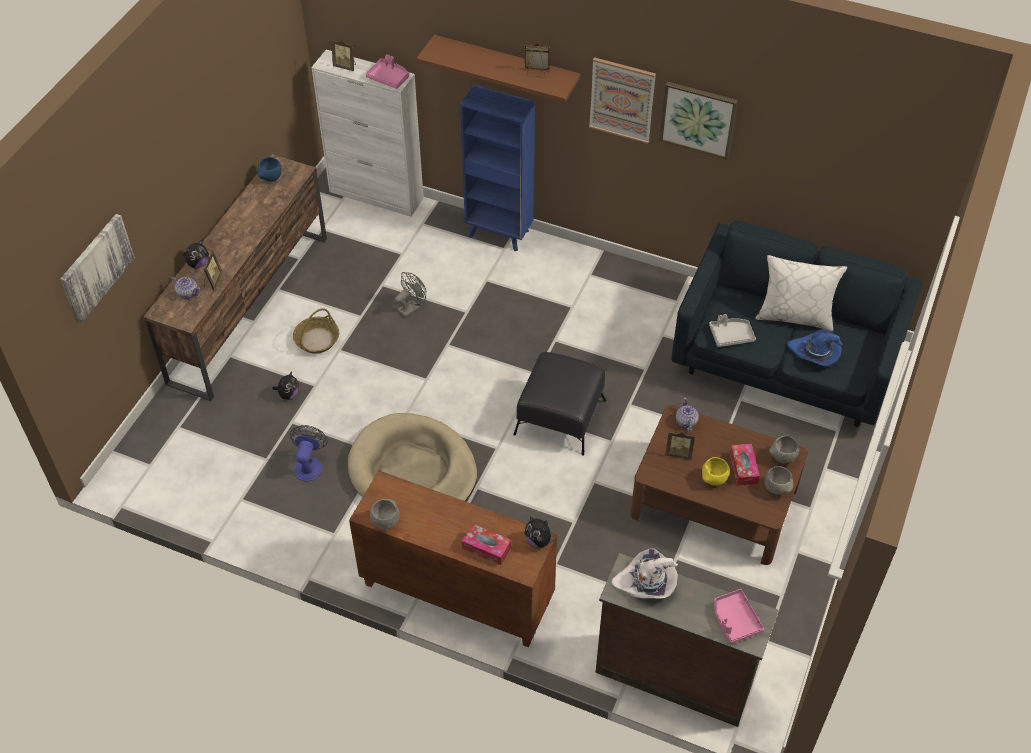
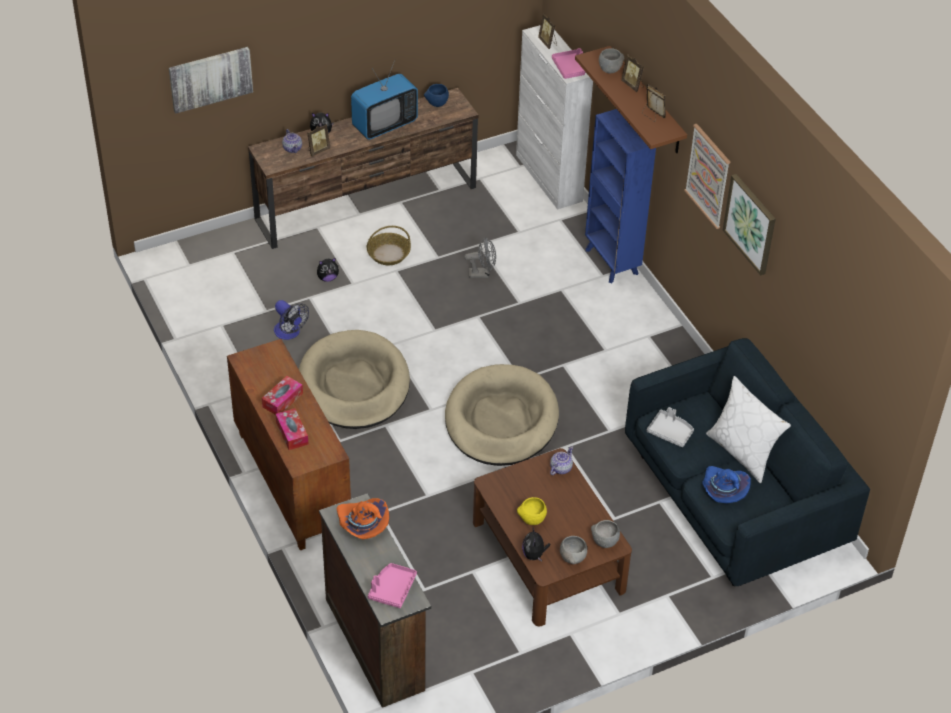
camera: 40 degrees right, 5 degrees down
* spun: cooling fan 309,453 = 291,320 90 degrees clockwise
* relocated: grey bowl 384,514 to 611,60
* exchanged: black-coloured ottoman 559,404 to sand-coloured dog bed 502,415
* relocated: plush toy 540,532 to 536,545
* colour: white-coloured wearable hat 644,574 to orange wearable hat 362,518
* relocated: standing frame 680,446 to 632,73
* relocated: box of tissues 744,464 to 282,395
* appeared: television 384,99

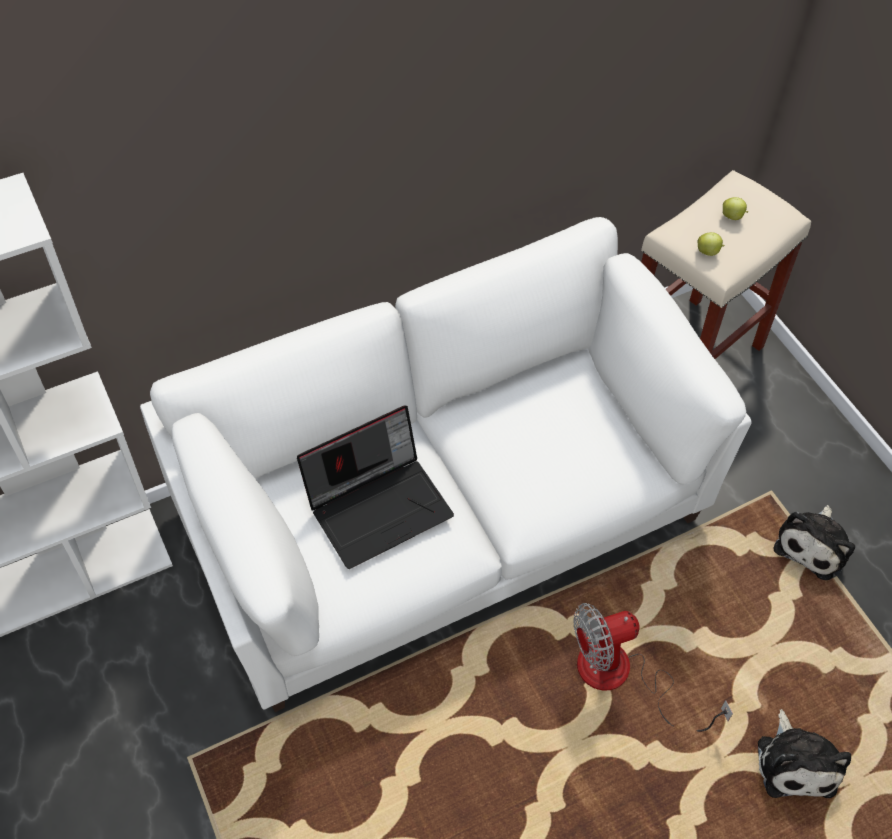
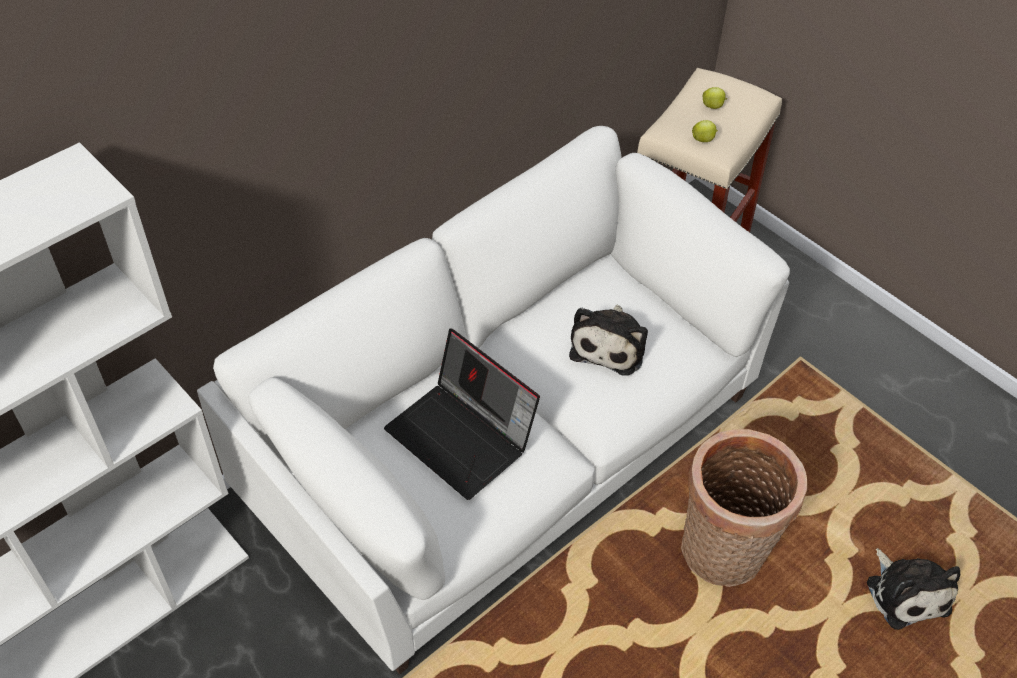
camera: 15 degrees left, 5 degrees down
* spun: notebook computer 375,487 = 462,414 90 degrees clockwise
* exchanged: cooling fan 653,667 to basket 744,508
* relocated: plush toy 814,542 to 608,340

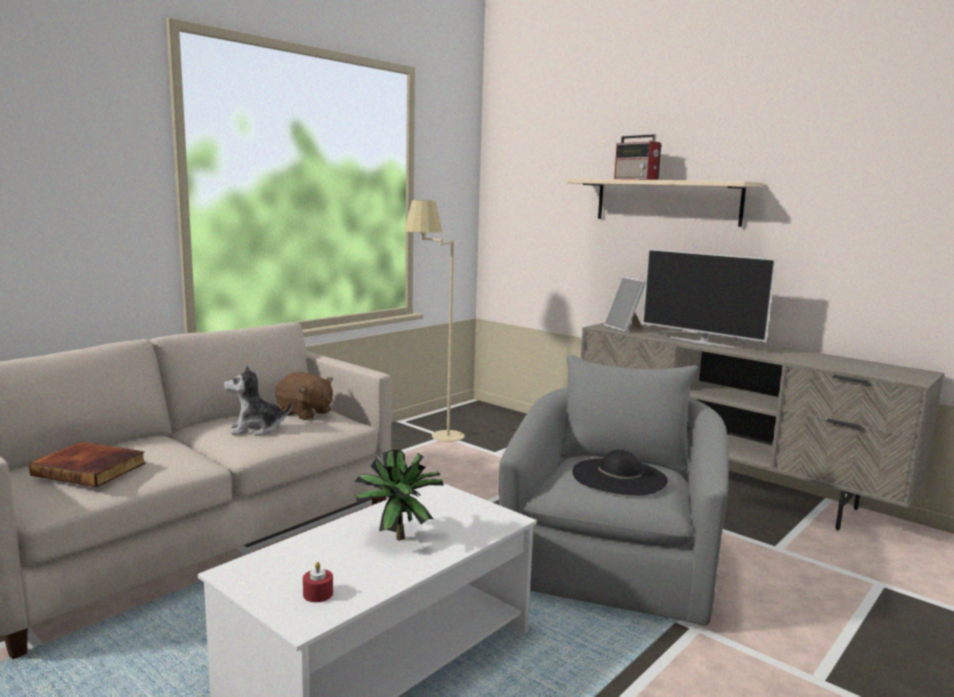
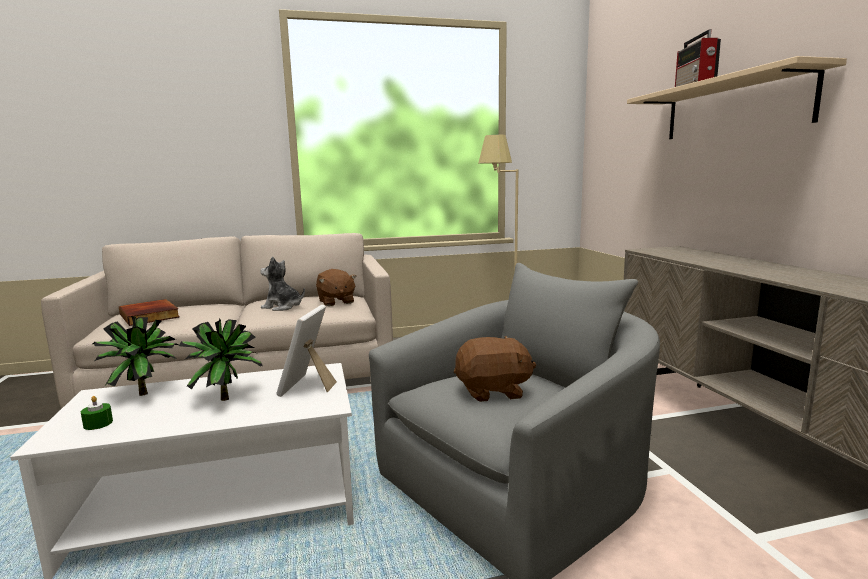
camera: 35 degrees right, 0 degrees up
* colour: red wax light 318,582 to green-coloured wax light 97,413
* exchanged: black-coloured wearable hat 620,472 to brownish plush toy 495,369
* relocated: standing frame 624,305 to 307,351
* missing: television 709,298
* appeared: plant in a pot 136,356

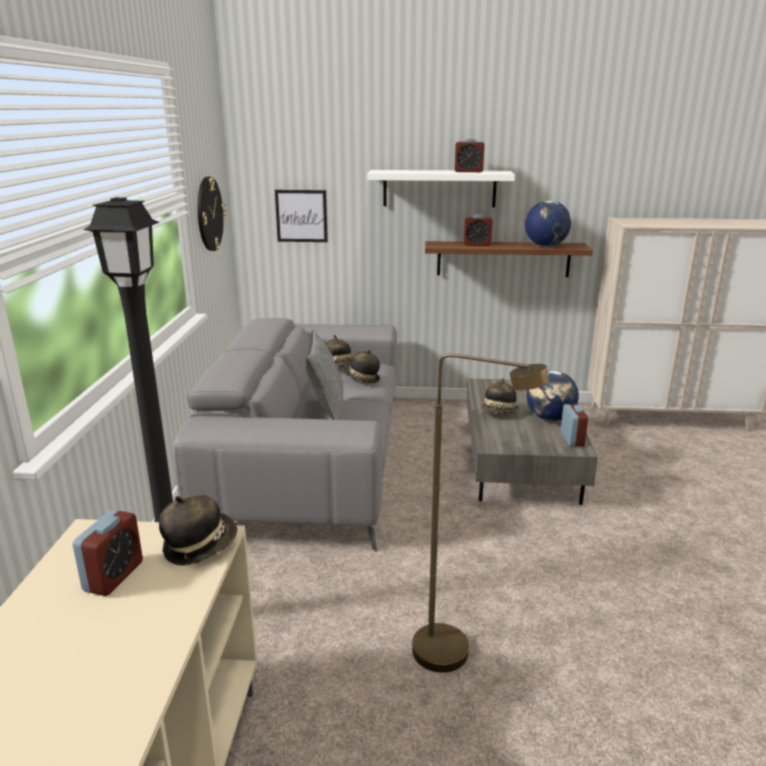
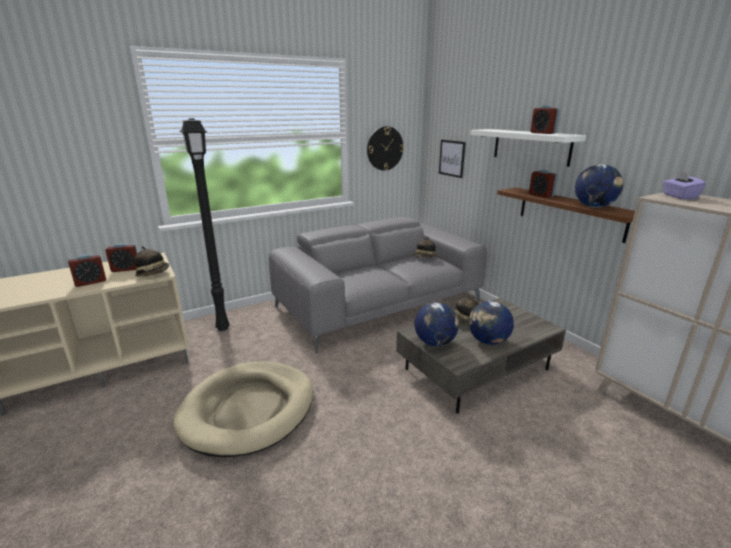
camera: 55 degrees right, 0 degrees up
* missing: grey throw pillow 324,374
* missing: wearable hat 361,366
* exchanged: brownish standard lamp 481,513 to sand-coloured dog bed 243,409
* relocated: table clock 574,425 to 87,270
* appeared: world globe 437,324
* appeared: purplish box of tissues 684,184

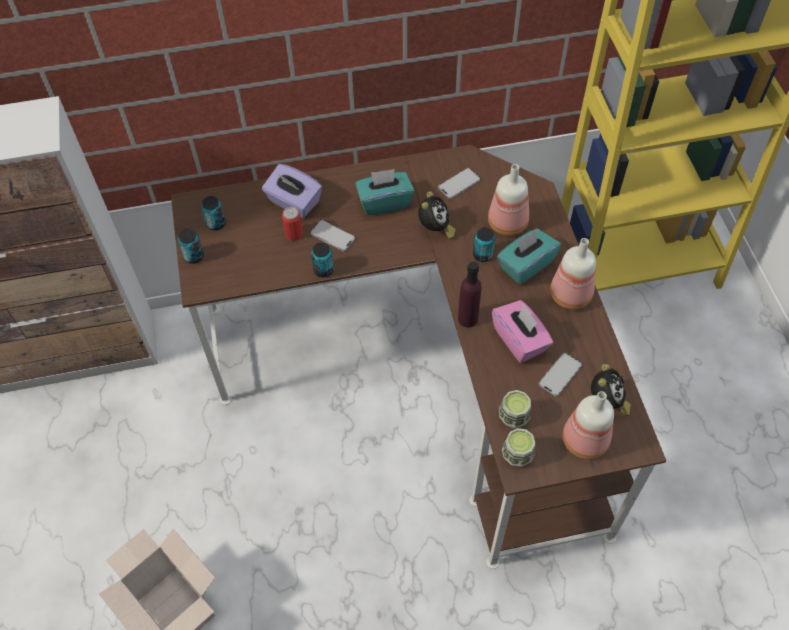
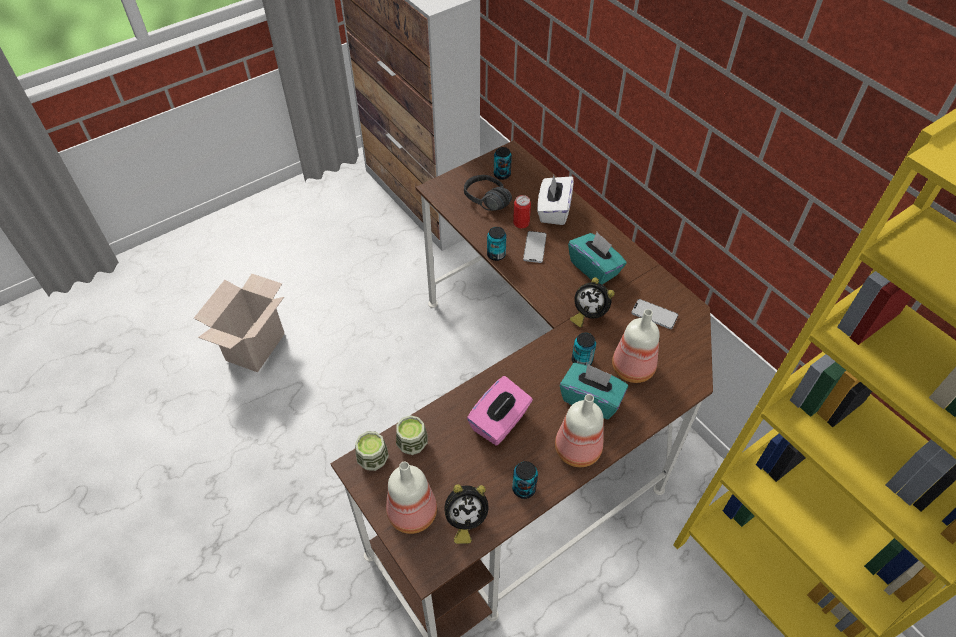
camera: 65 degrees right, 5 degrees down
* relocated: sealed can 191,246 to 525,480
* colour: purplish box of tissues 292,191 to white-coloured box of tissues 555,200
* spun: table clock 437,215 = 592,302 45 degrees clockwise
* missing: purplish beverage bottle 469,294
* missing: handset 560,374
* appeared: black-coloured headphones 488,193

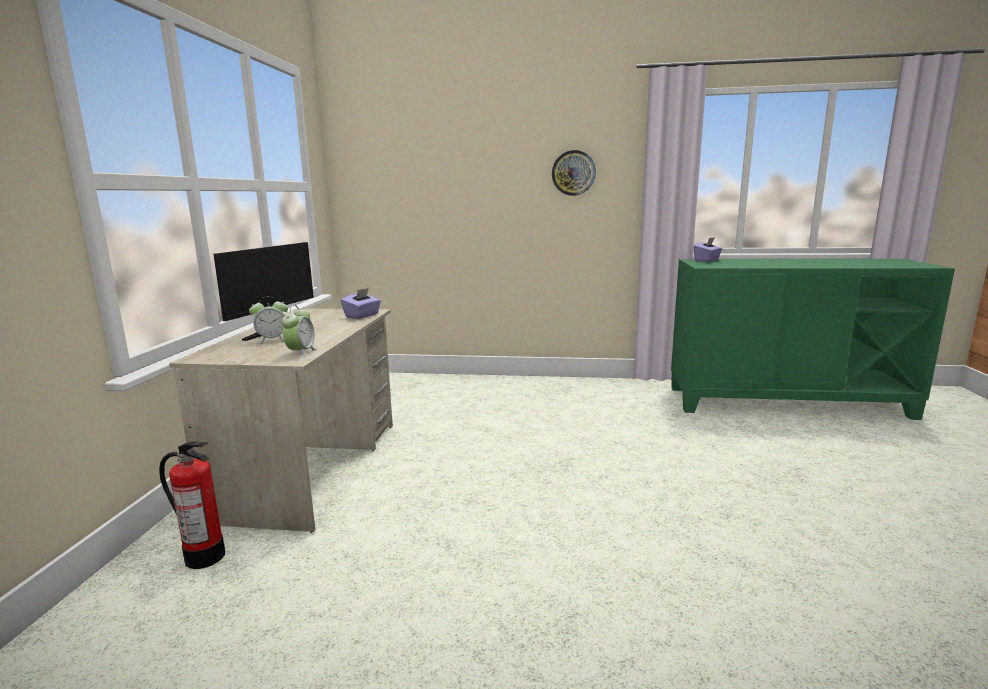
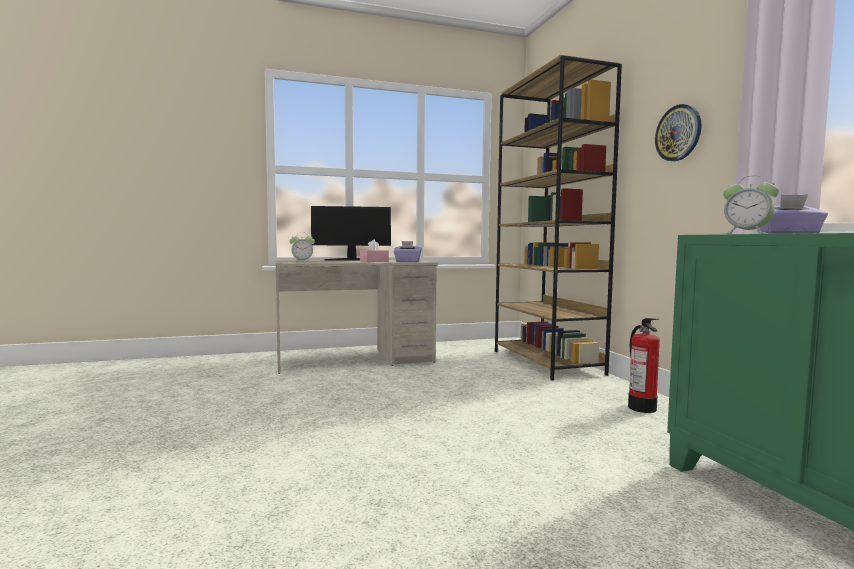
camera: 65 degrees right, 10 degrees down
* relocated: fire-fighting cylinder 192,505 to 644,365
* relocated: table clock 268,320 to 750,205
* appeared: pinkish box of tissues 374,251
* appeared: brownish bookcase 558,218

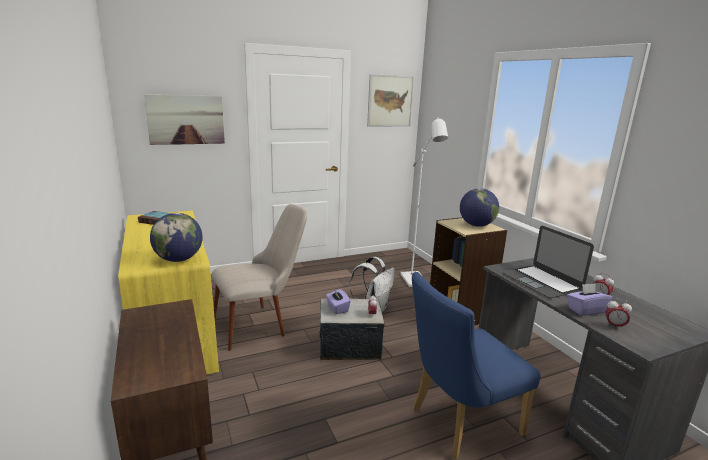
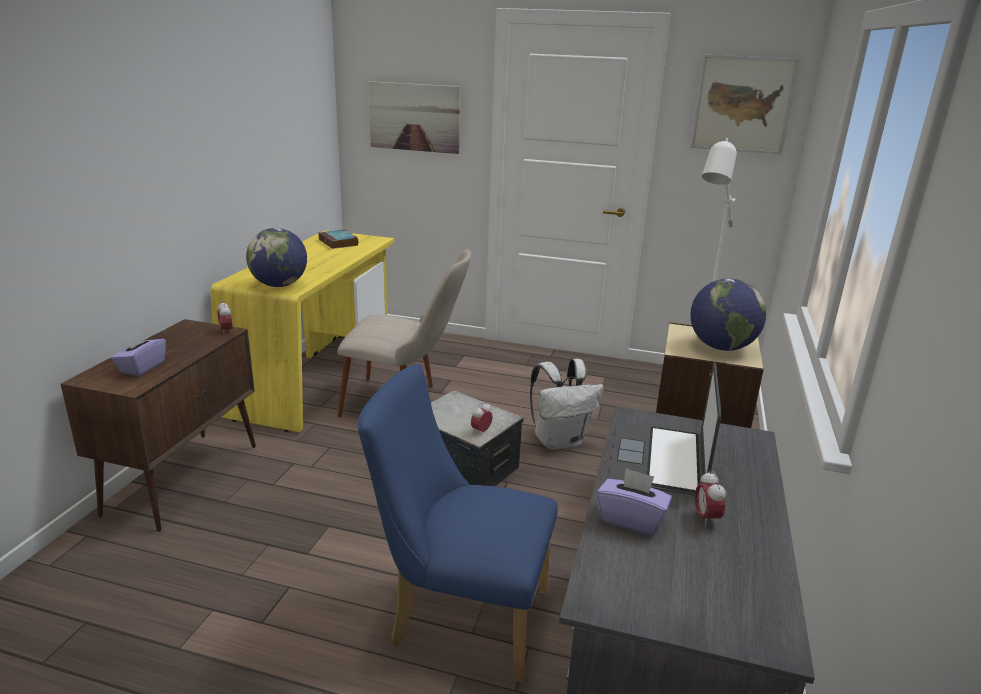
camera: 40 degrees right, 5 degrees up
* relocated: purplish box of tissues 338,301 to 138,353
* relocated: table clock 618,314 to 225,317

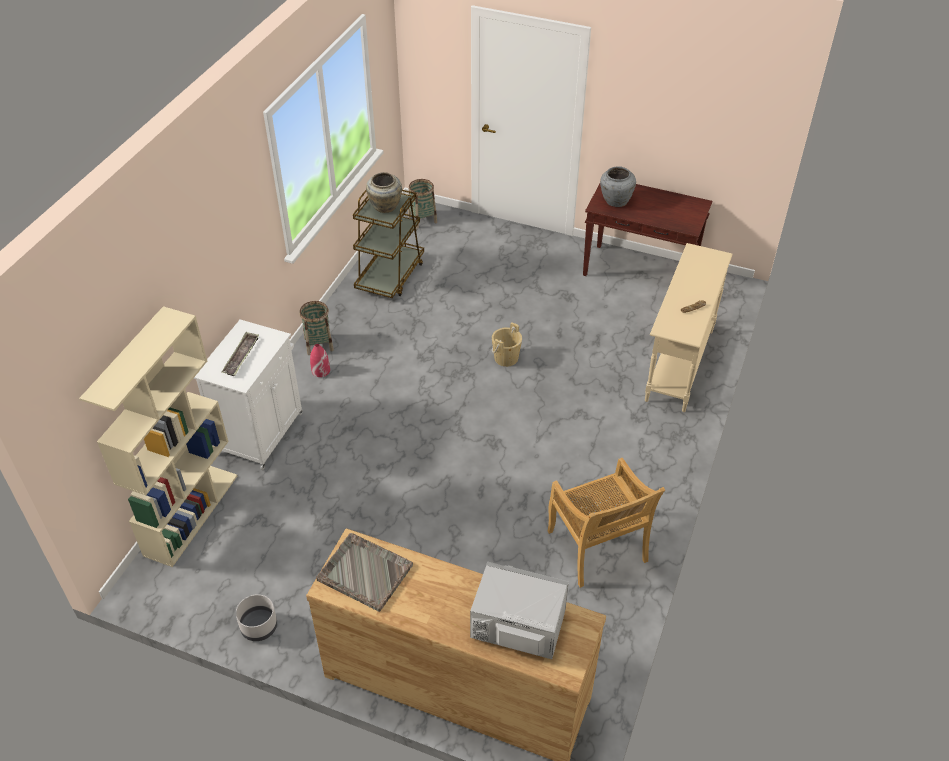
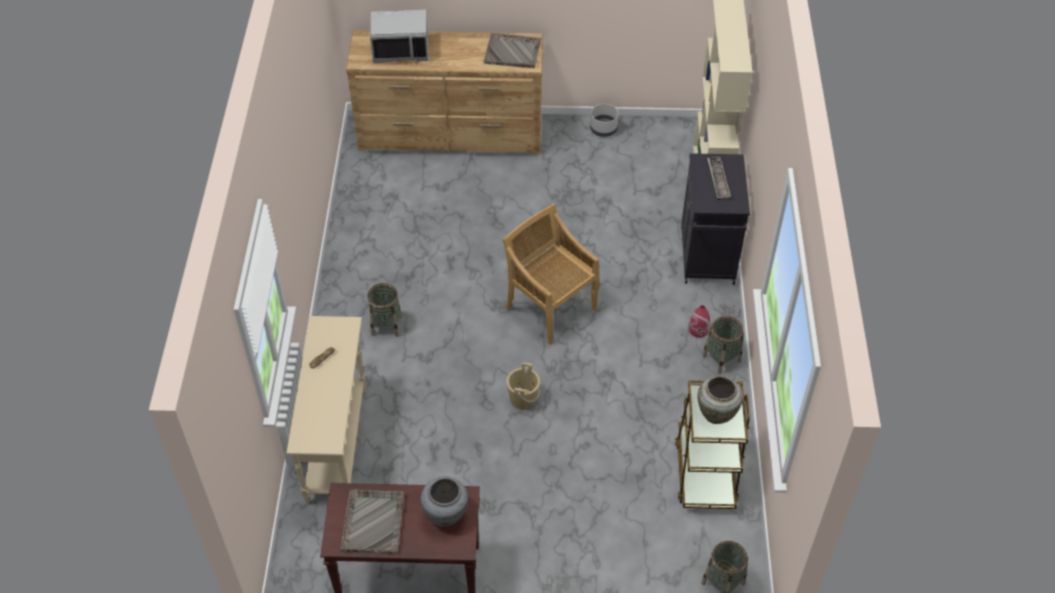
camera: 160 degrees right, 5 degrees up
* colour: white-coloured cupboard 248,394 to black-coloured cupboard 715,219
* relocated: sand-coloured upright chair 606,523 to 550,274
* appeared: grey tray 372,521
* appeared: basket 384,310

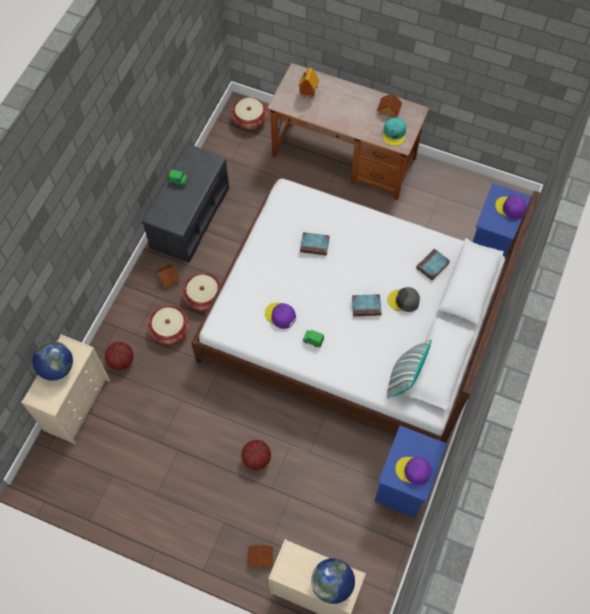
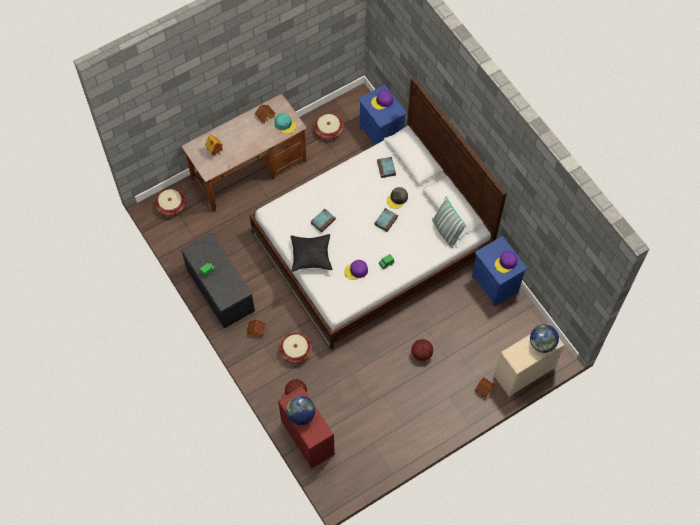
camera: 55 degrees left, 0 degrees up
* colour: sand-coloured chest of drawers 65,389 to red chest of drawers 306,427
* relocated: basket 202,291 to 328,126
* appeared: black-coloured throw pillow 311,253

